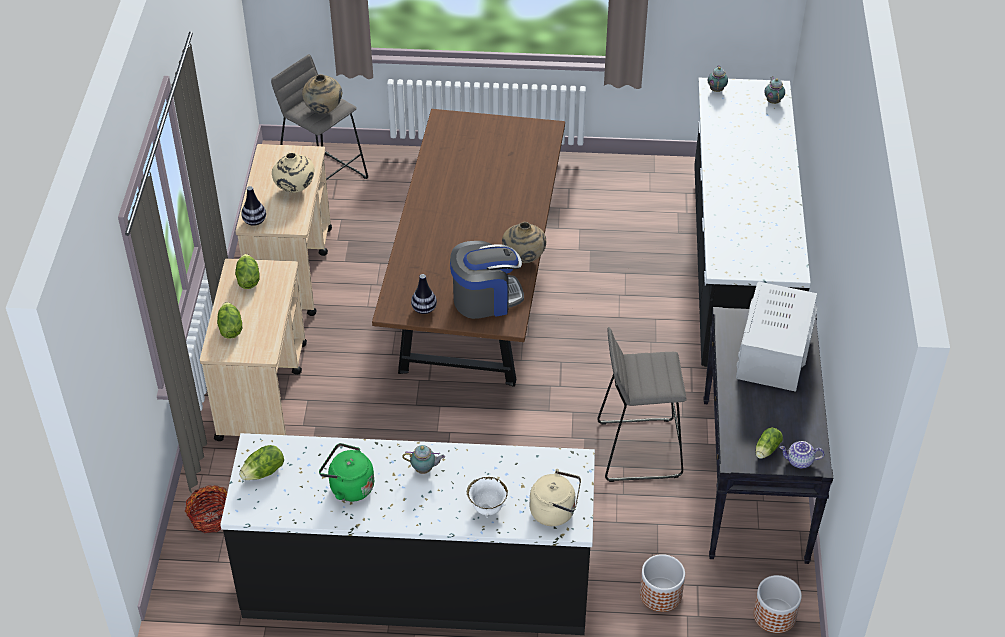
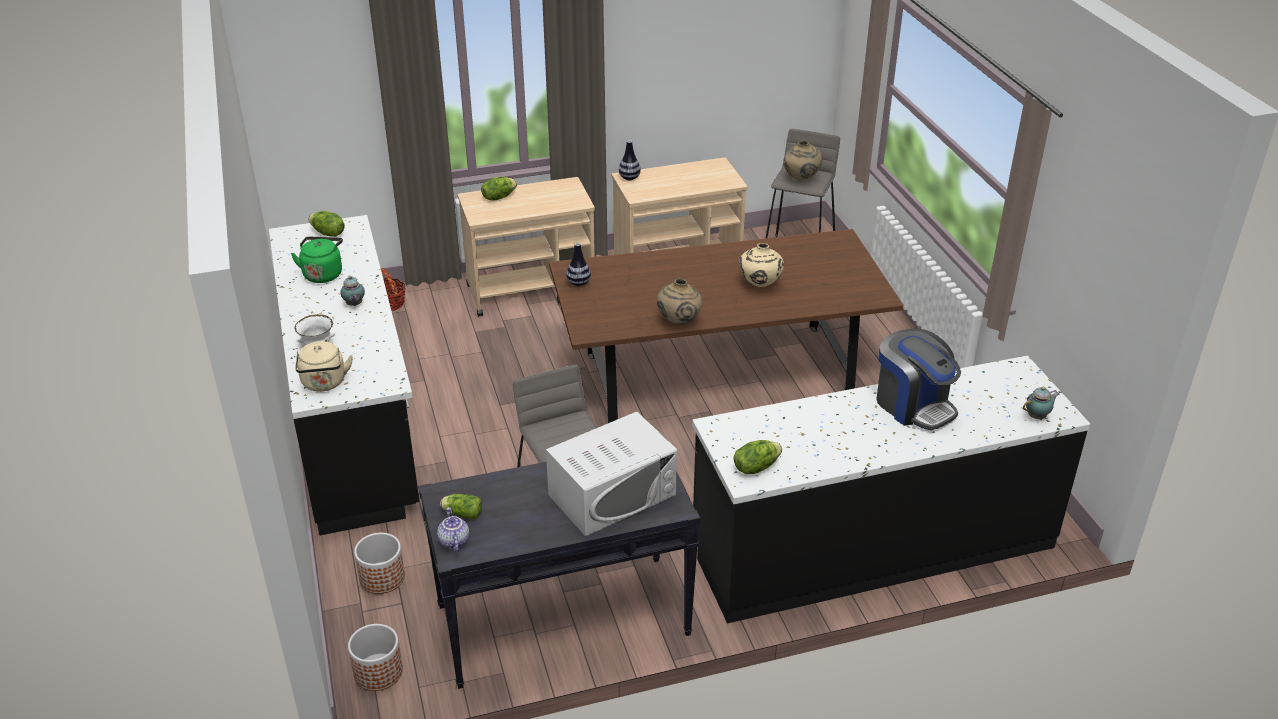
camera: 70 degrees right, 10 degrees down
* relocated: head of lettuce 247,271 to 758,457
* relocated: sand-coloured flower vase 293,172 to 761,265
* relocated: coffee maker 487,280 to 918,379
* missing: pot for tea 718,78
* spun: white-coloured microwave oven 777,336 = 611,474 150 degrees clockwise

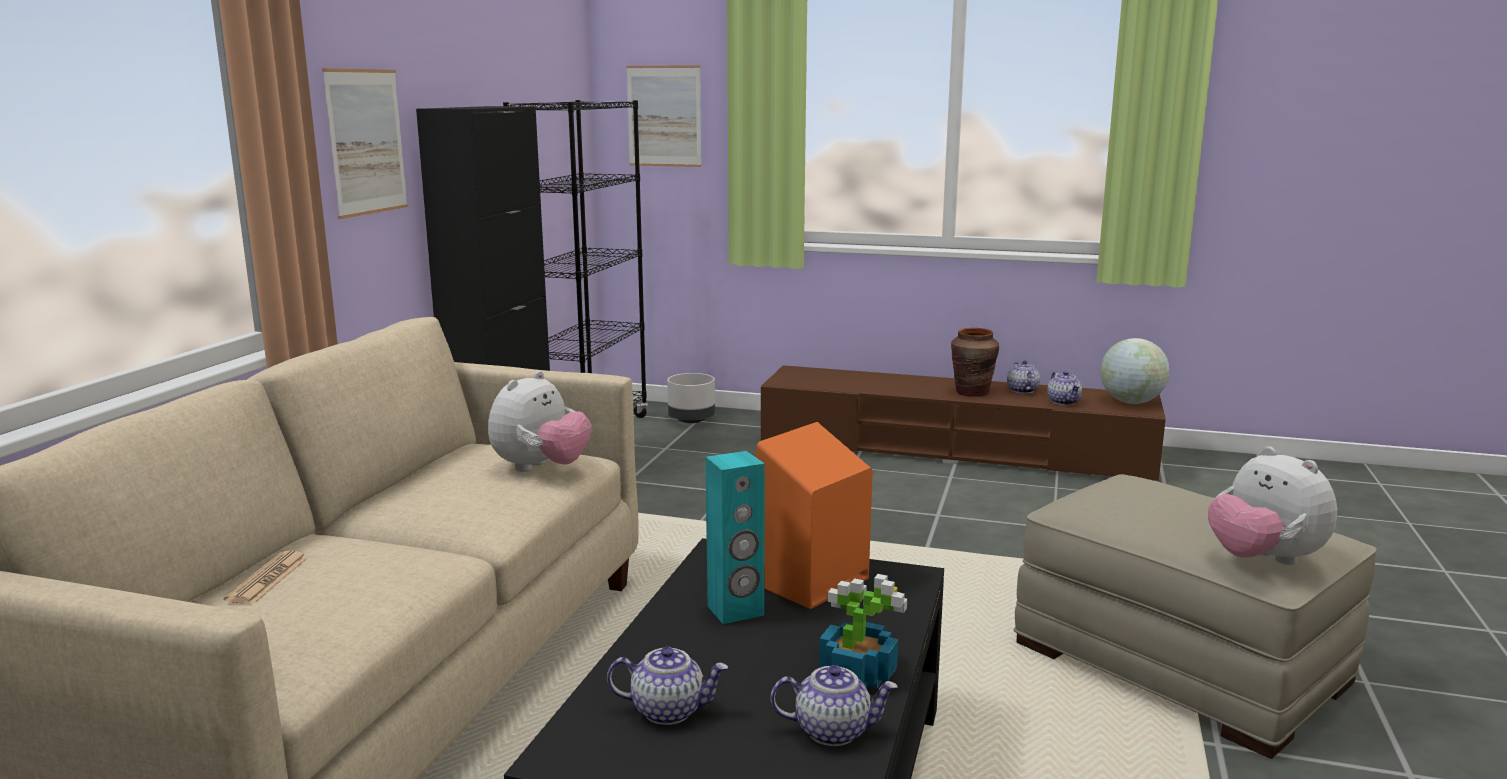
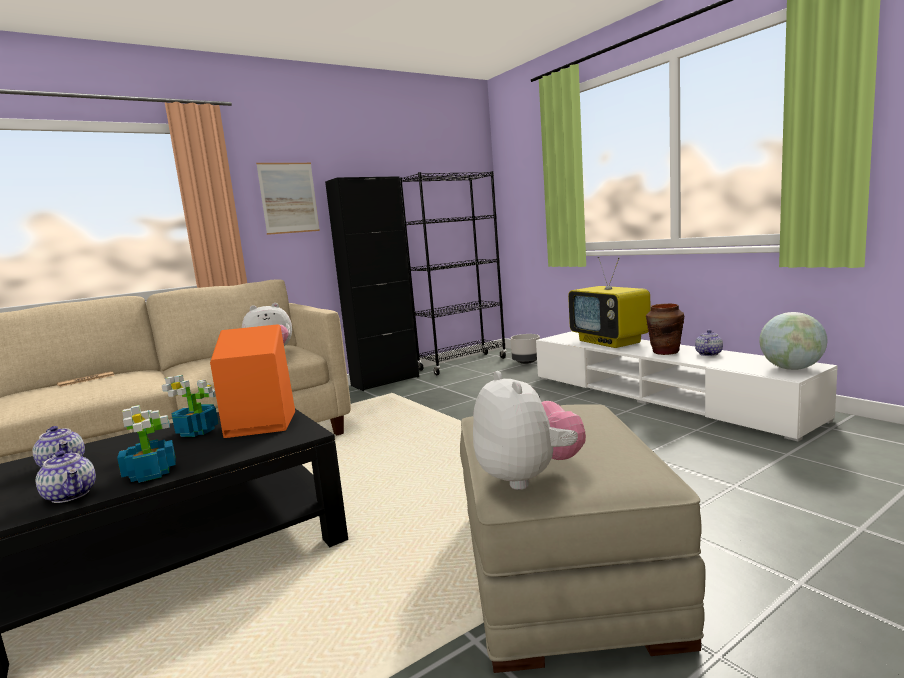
camera: 40 degrees right, 5 degrees down
* missing: wall art 664,116
* exchanged: blue-green speaker 735,537 to plant in a pot 190,406
* colour: brownish media console 963,423 to white-coloured media console 687,386
* missing: pot for tea 1064,388
* spun: plush toy 1272,505 = 529,430 150 degrees clockwise
* appeared: television 609,302

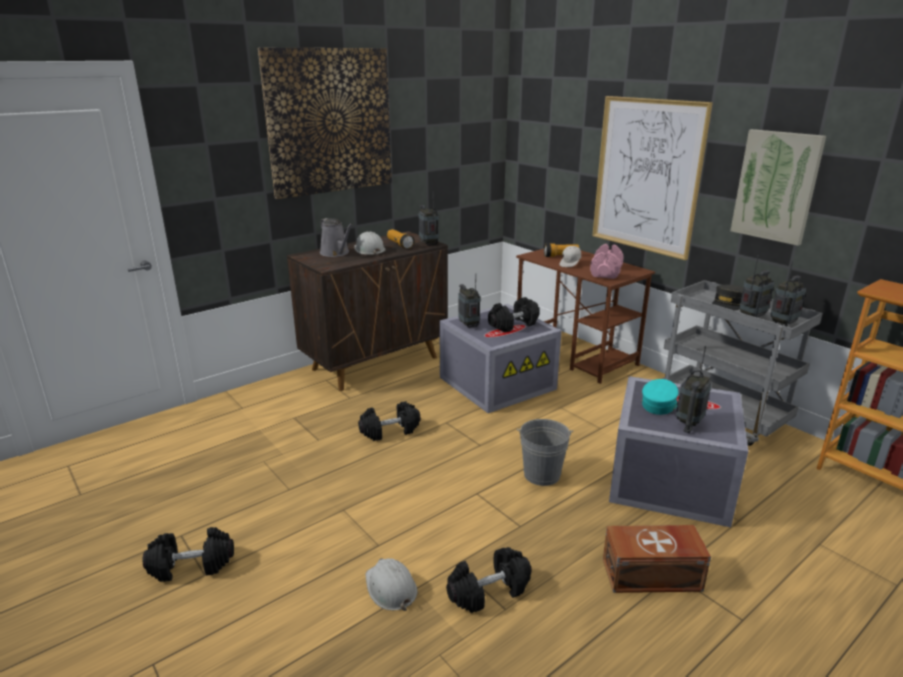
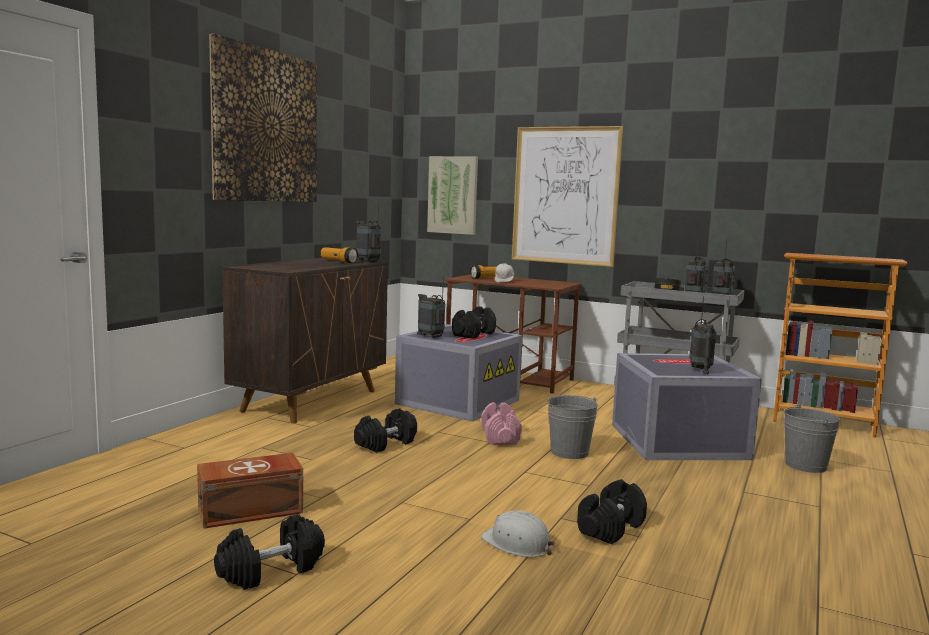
camera: 25 degrees left, 15 degrees down
* missing: grey watering pot 336,237
* missing: white-coloured work helmet 370,244
* relocated: pinkish dumbbell 607,261 to 501,423
* relocated: brownish storage bin 657,559 to 250,491
* missing: blue-green baseball cap 660,397
* relocated: wall art 778,187 to 452,195
* appeared: grey bucket 812,438

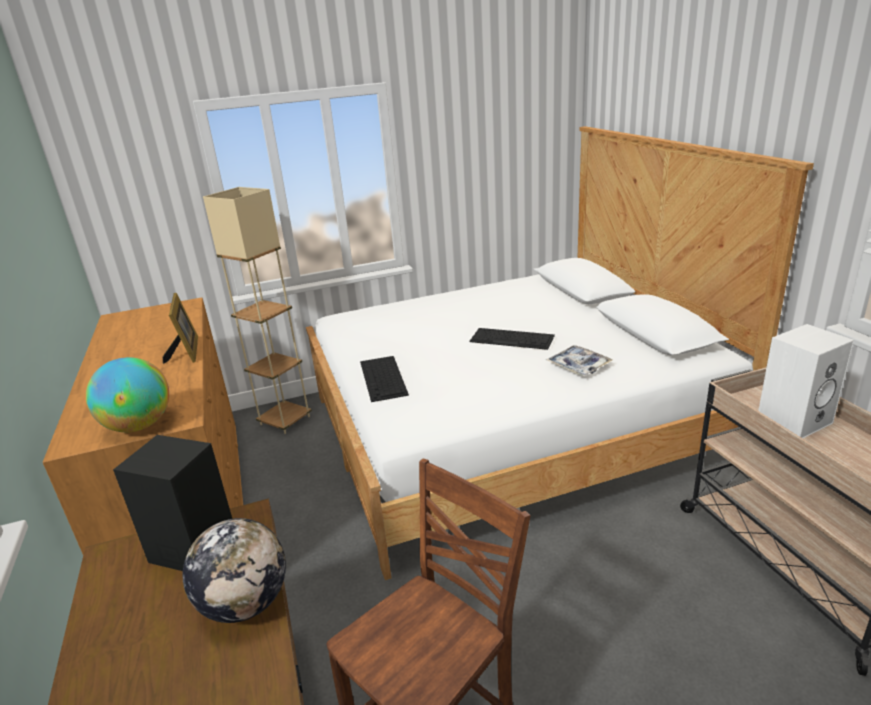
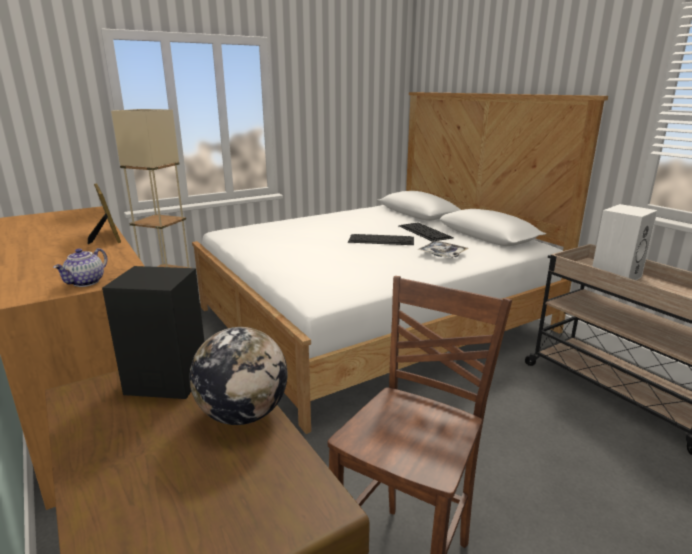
camera: 15 degrees left, 5 degrees down
* exchanged: world globe 127,394 to pot for tea 80,267
* relocated: keyboard 384,379 to 426,232

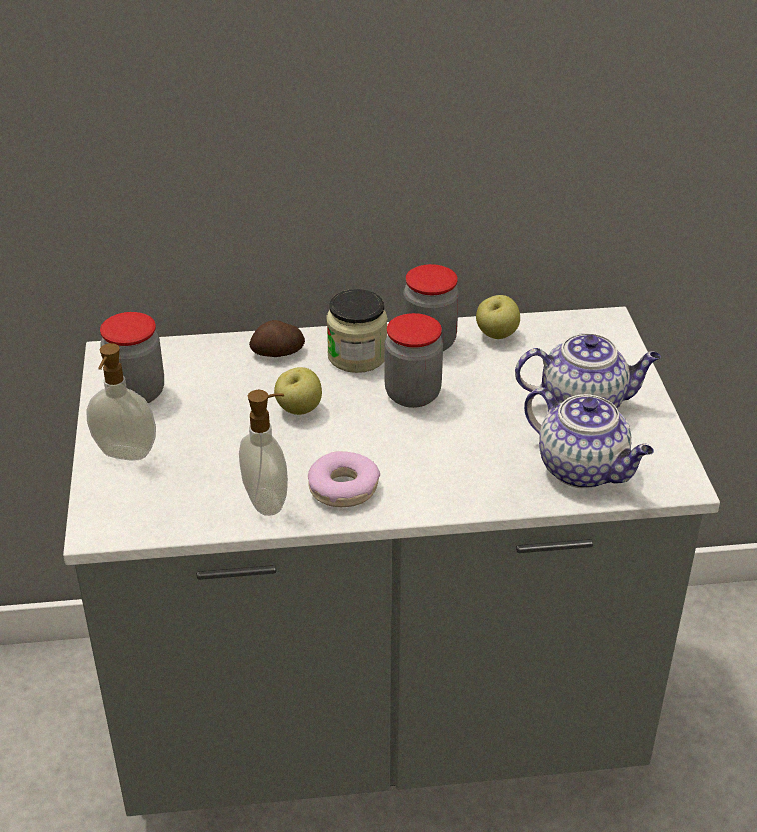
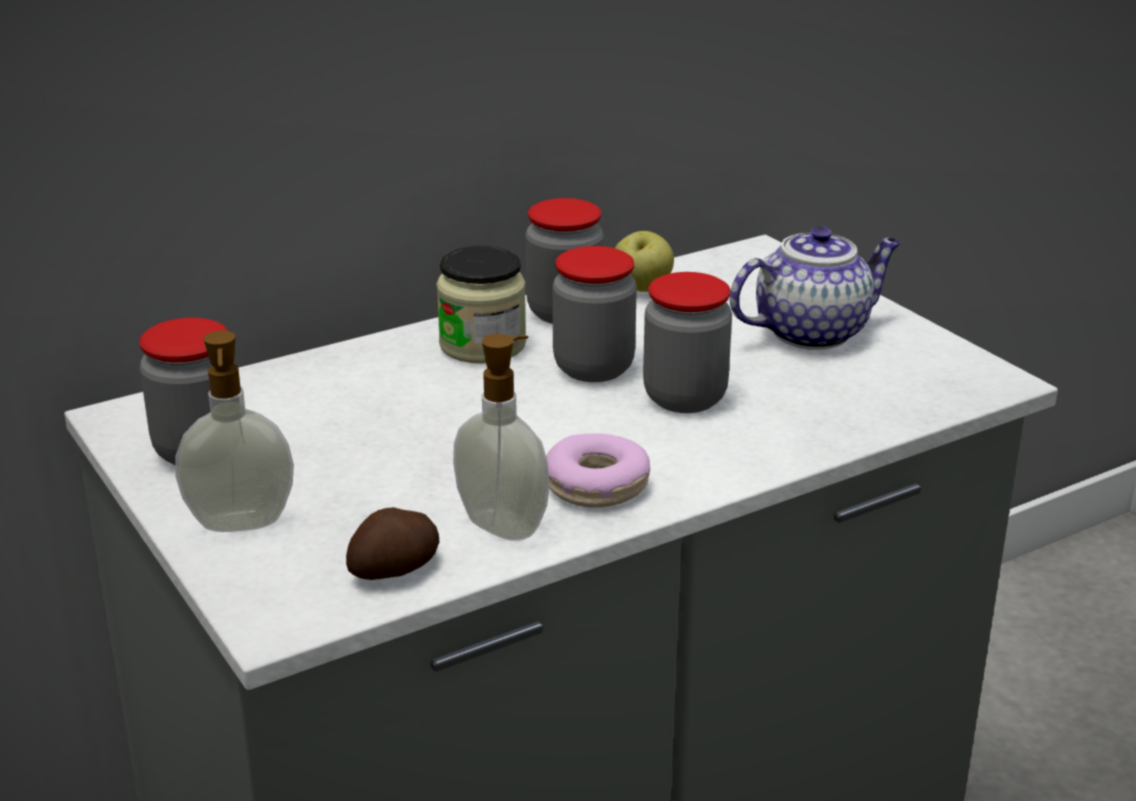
camera: 25 degrees left, 10 degrees down
* relocated: whole potato 277,338 to 392,543
* missing: apple fruit 298,391
* missing: pot for tea 589,437
* appeared: storage jar 687,342

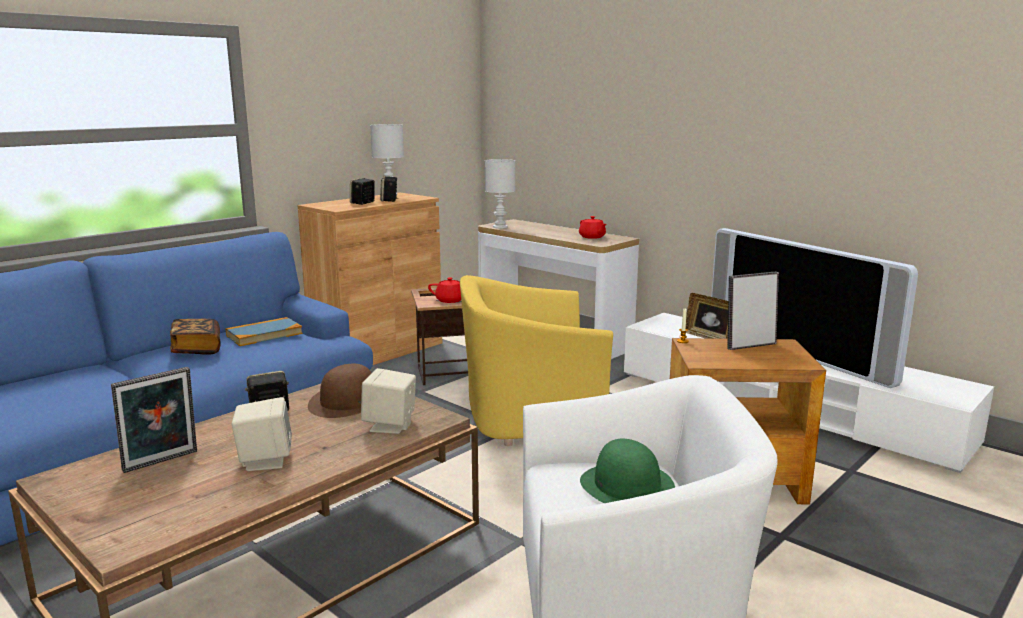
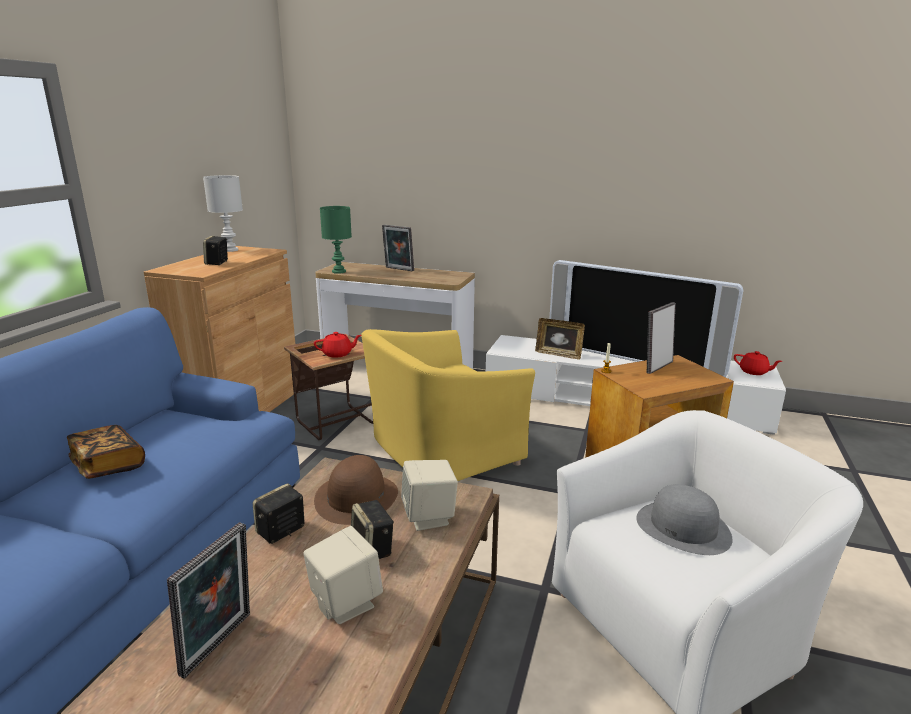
camera: 25 degrees left, 5 degrees up
* missing: bound book 264,331
* relocated: speaker 389,189 to 372,529
* colour: white-coloured tabletop lamp 500,194 to green-coloured tabletop lamp 336,240
* relocated: red pot for tea 592,227 to 758,363
* colour: green-coloured wearable hat 627,471 to grey wearable hat 684,519
* appeared: standing frame 398,248

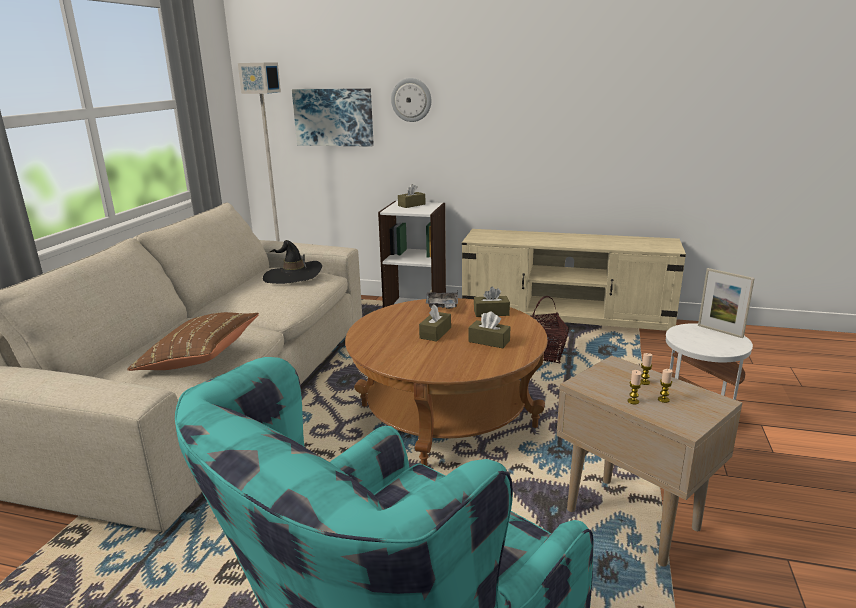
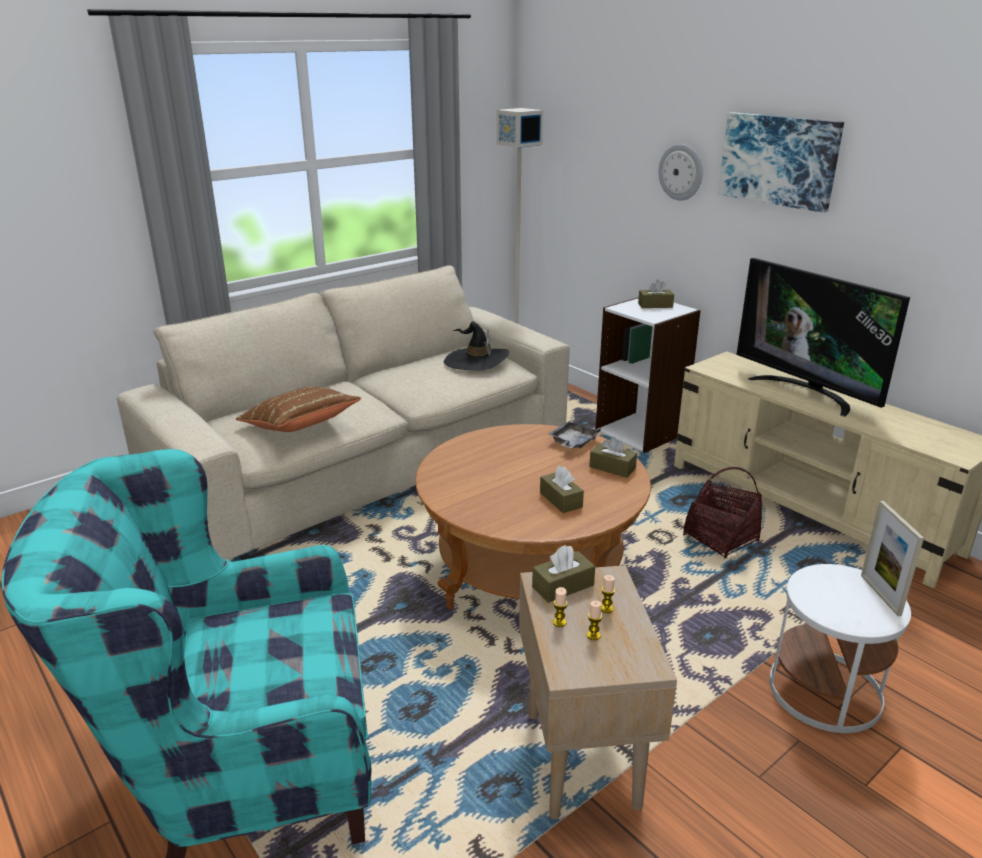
camera: 35 degrees right, 5 degrees up
* relocated: wall art 333,117 to 781,162
* relocated: brownish box of tissues 435,323 to 563,574
* appeared: television 823,337

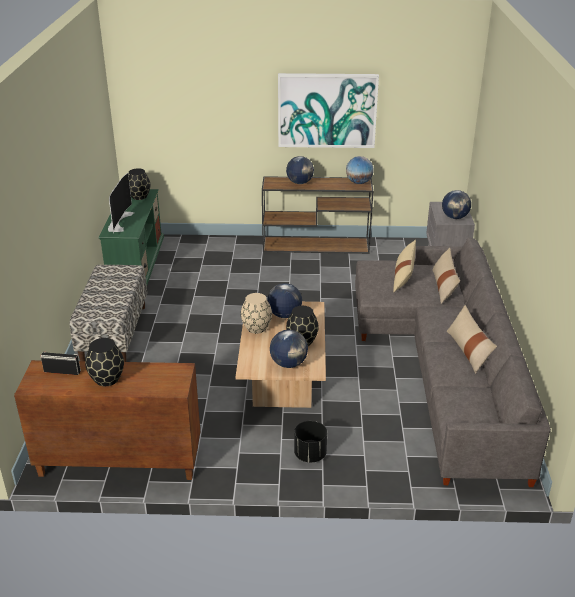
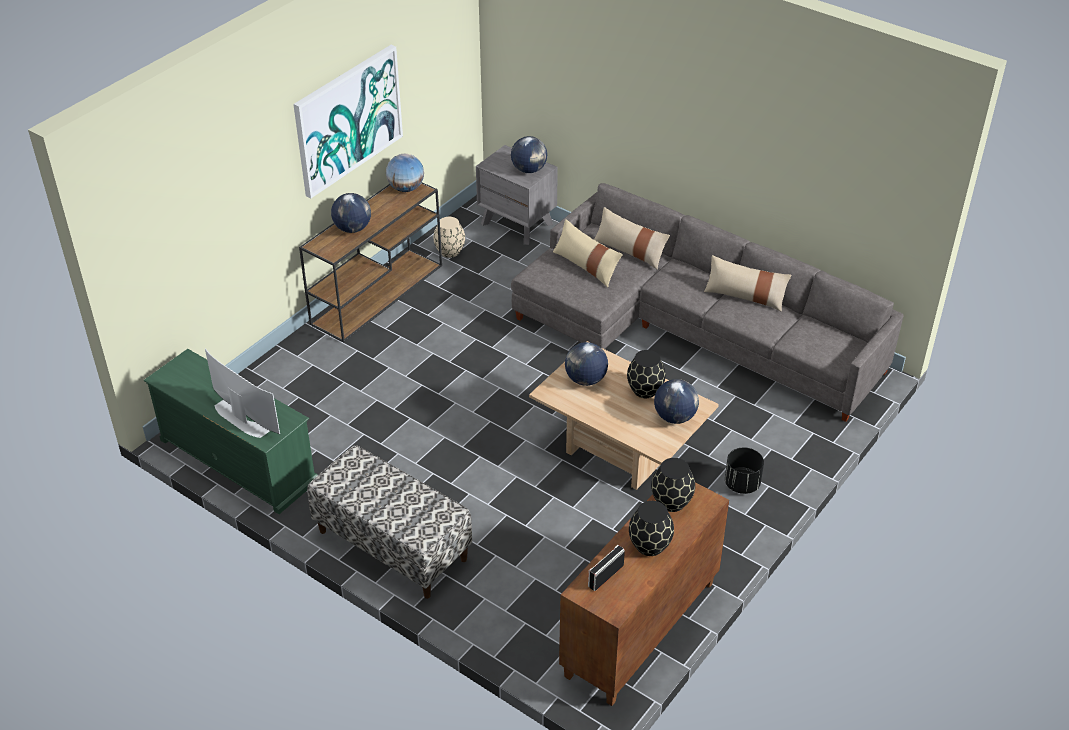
camera: 55 degrees left, 10 degrees up
* relocated: black-coloured flower vase 139,184 to 673,485
* relocated: sand-coloured flower vase 256,313 to 449,237

